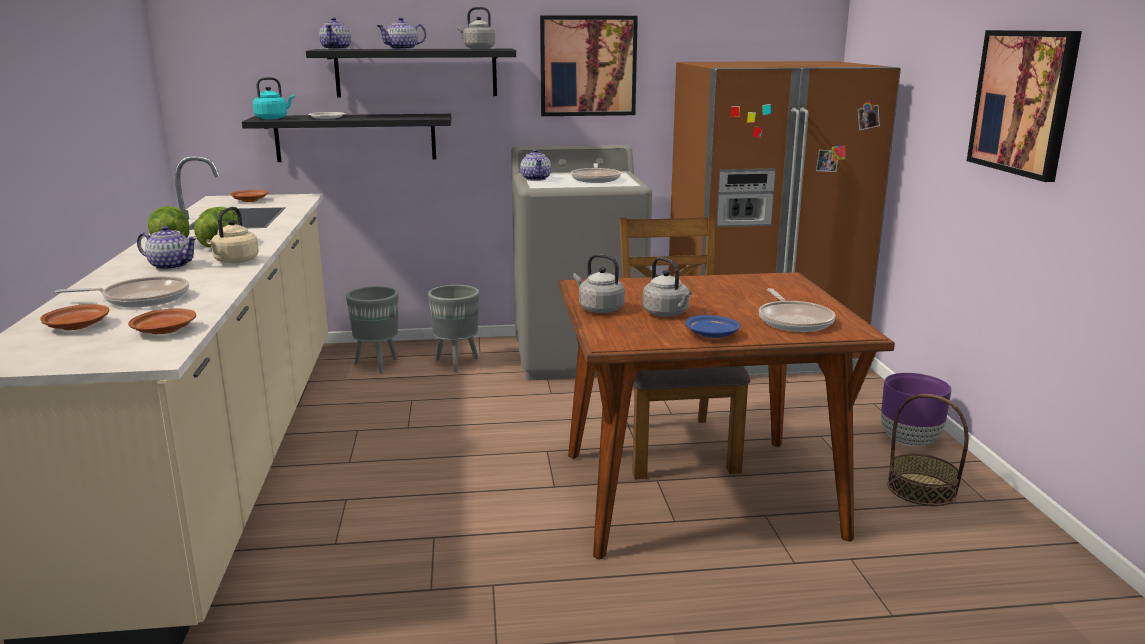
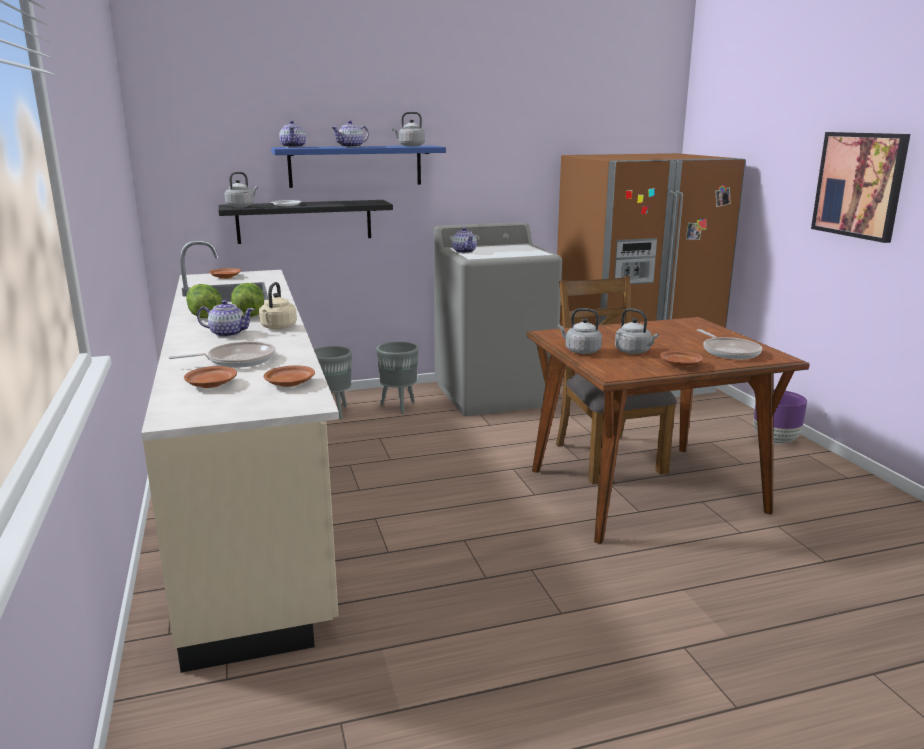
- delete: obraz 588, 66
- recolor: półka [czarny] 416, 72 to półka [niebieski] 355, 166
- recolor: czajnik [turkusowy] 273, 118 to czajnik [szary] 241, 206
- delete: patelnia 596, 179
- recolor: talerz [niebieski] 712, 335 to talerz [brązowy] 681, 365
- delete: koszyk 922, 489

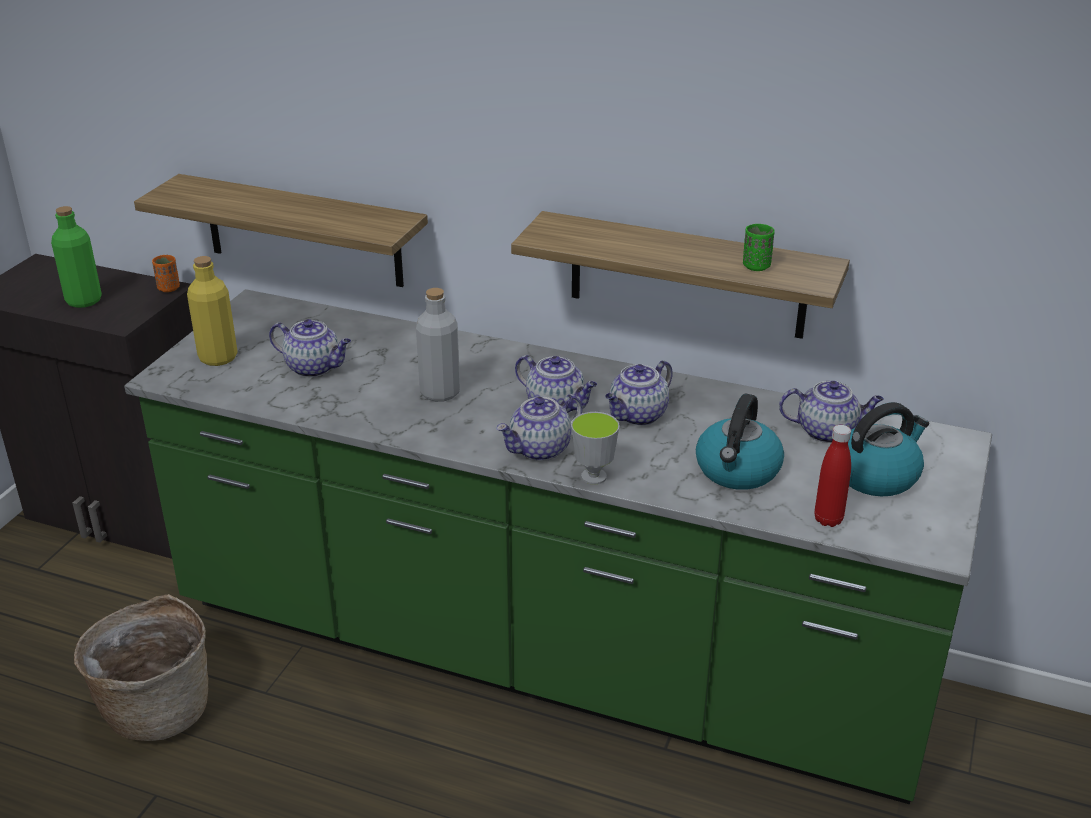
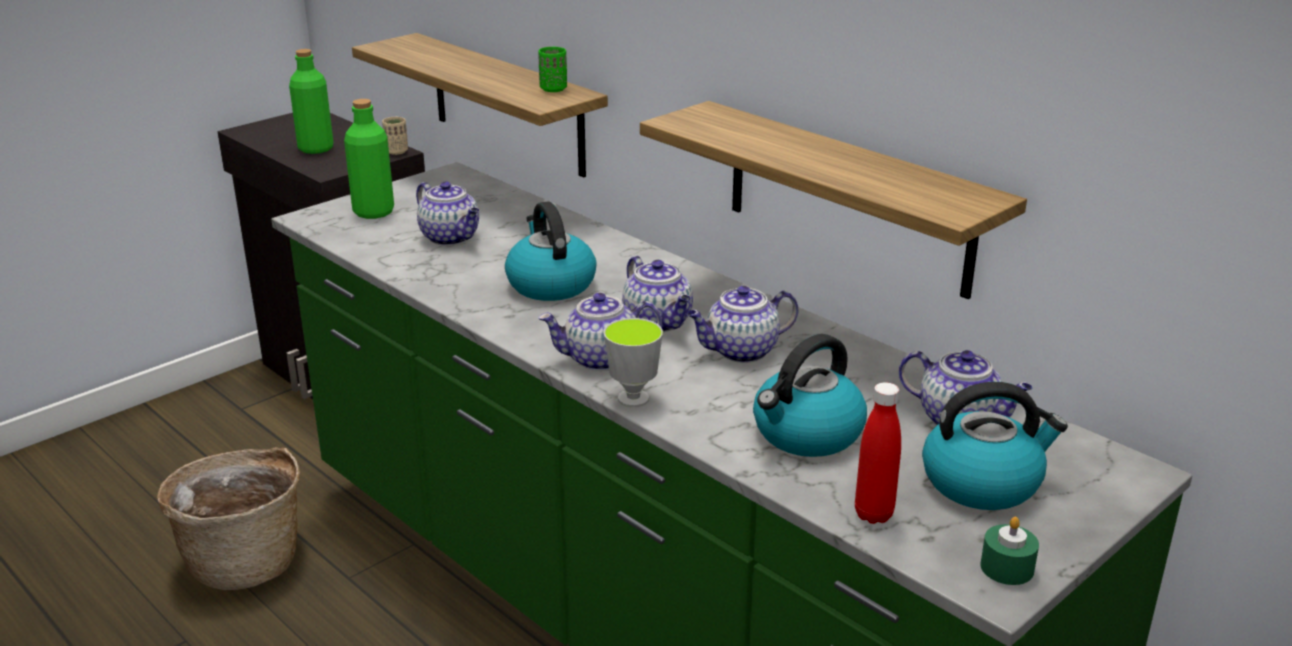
- move: filiżanka [zielony] 756, 266 to 553, 89
- recolor: filiżanka [pomarańczowy] 168, 288 to filiżanka [beżowy] 396, 151
- recolor: butelka [żółty] 218, 357 to butelka [zielony] 373, 212
- replace: butelka [szary] 440, 392 to czajnik 550, 284
- insert: świeca [zielony] 1007, 568

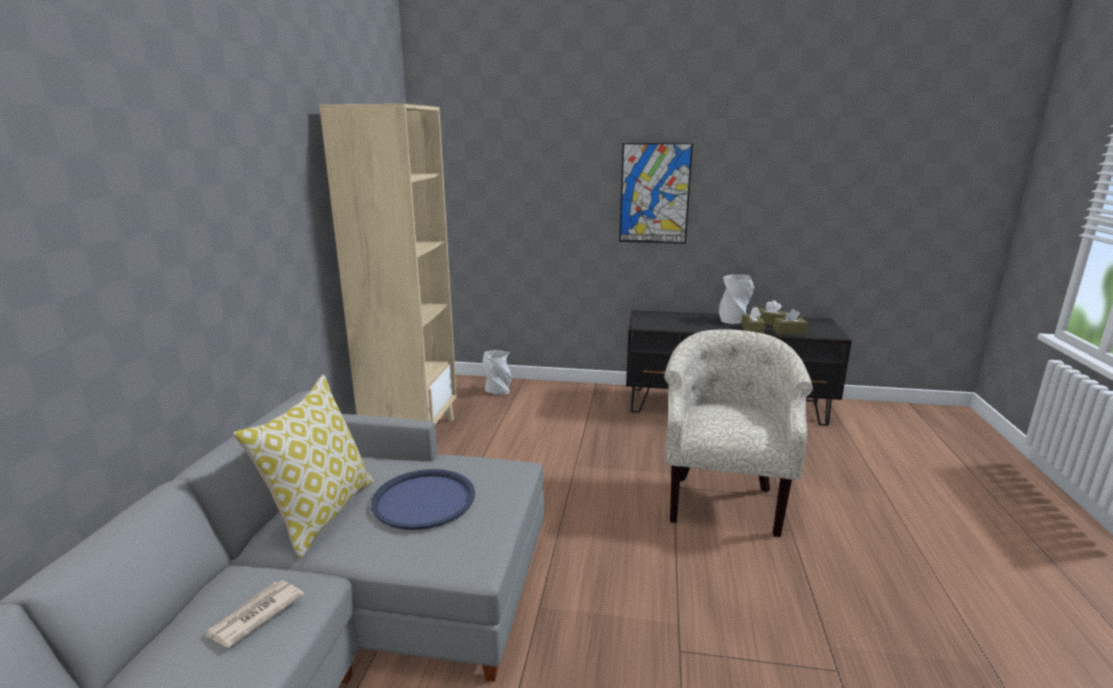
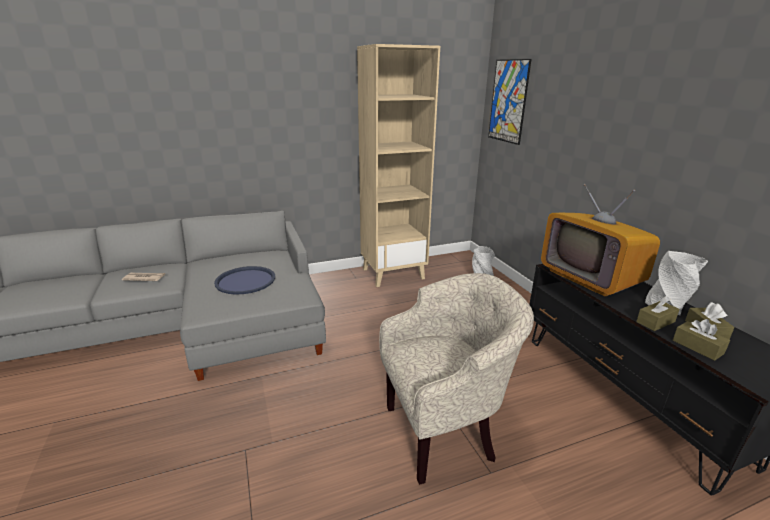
- move: obraz 654, 194 to 508, 101
- delete: poduszka 321, 513
- insert: telewizor 591, 277

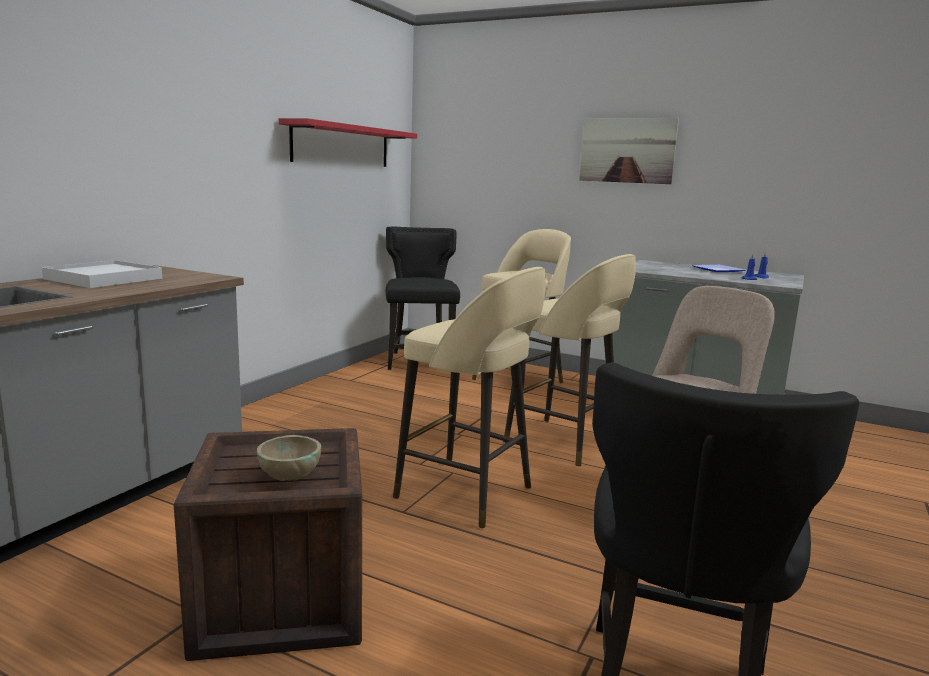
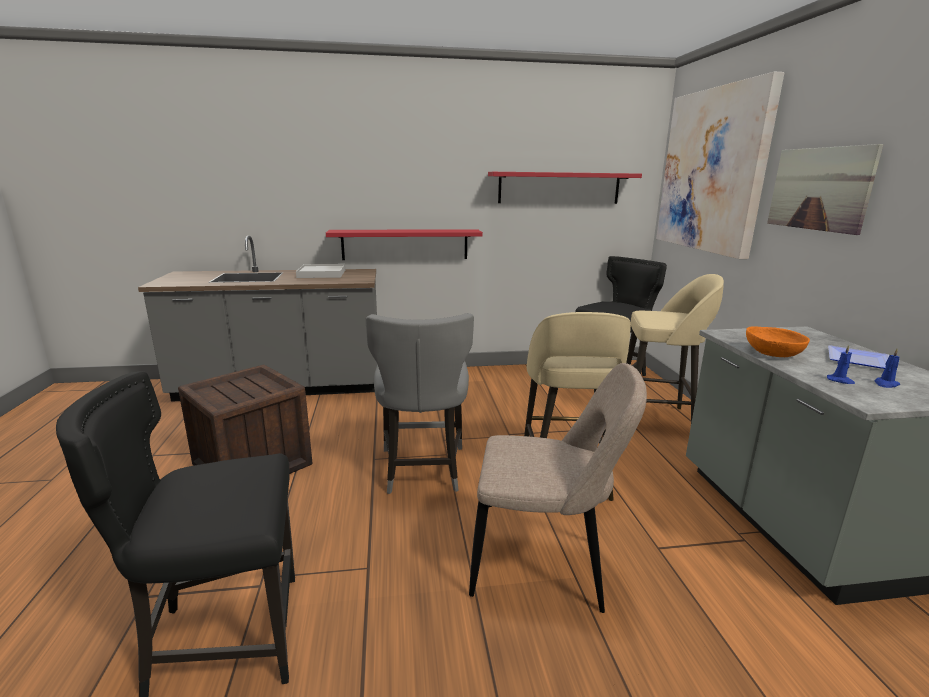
- replace: stołek [beżowy] 467, 494 to krzesło [szary] 422, 470
- delete: miska [beżowy] 289, 478
- insert: obraz 713, 171
- insert: półka [czerwony] 405, 244
- insert: miska [pomarańczowy] 772, 353

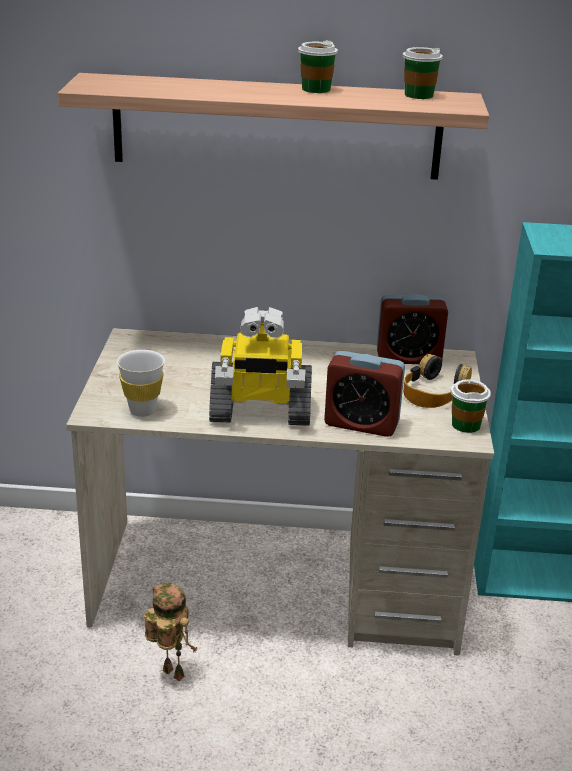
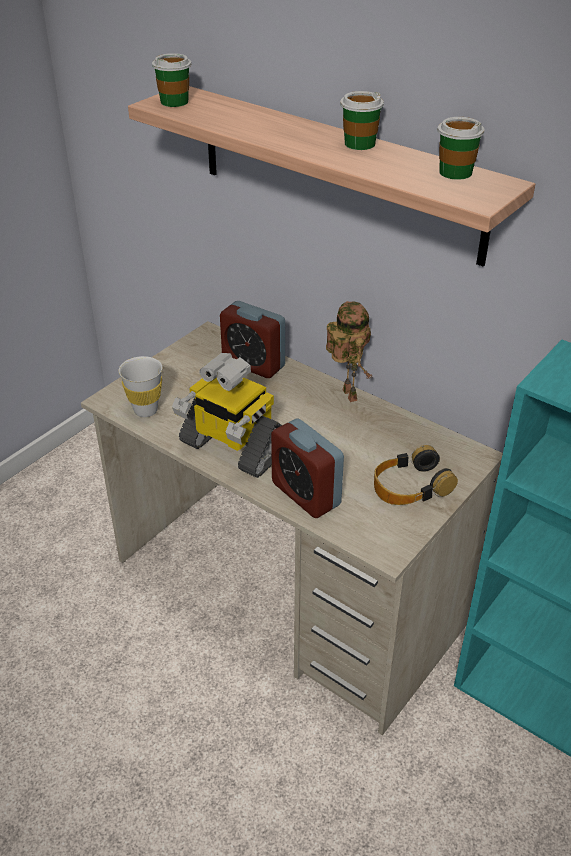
- move: budzik 408, 358 to 253, 364
- move: filiżanka 466, 425 to 174, 102
- move: robot zabawkowy 170, 674 to 346, 394

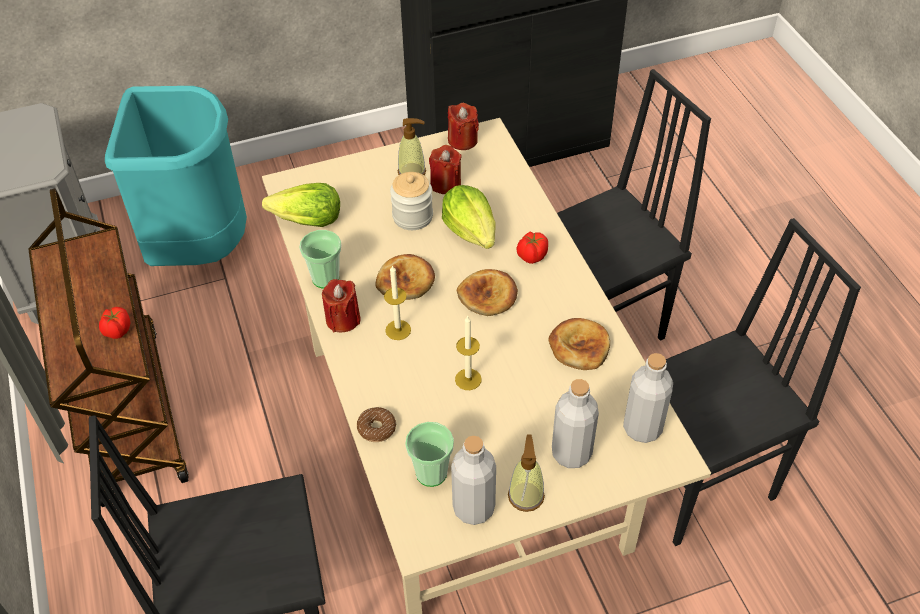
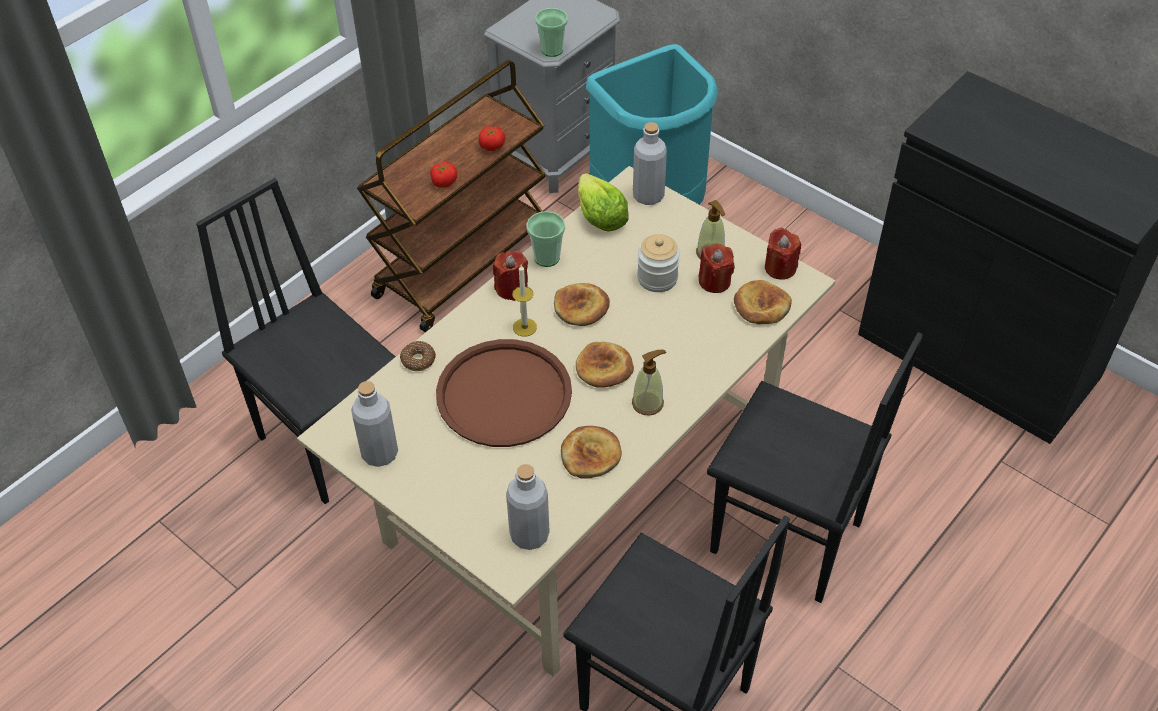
- delete: sałata 471, 231
- move: pomidor 531, 256 to 492, 146
- replace: świeca 468, 379 to taca [brązowy] 503, 394
- move: butelka [szary] 571, 453 to 648, 196
- move: filiżanka 431, 473 to 552, 50
- move: dozownik mydła 526, 496 to 648, 403
- insert: chleb 761, 306

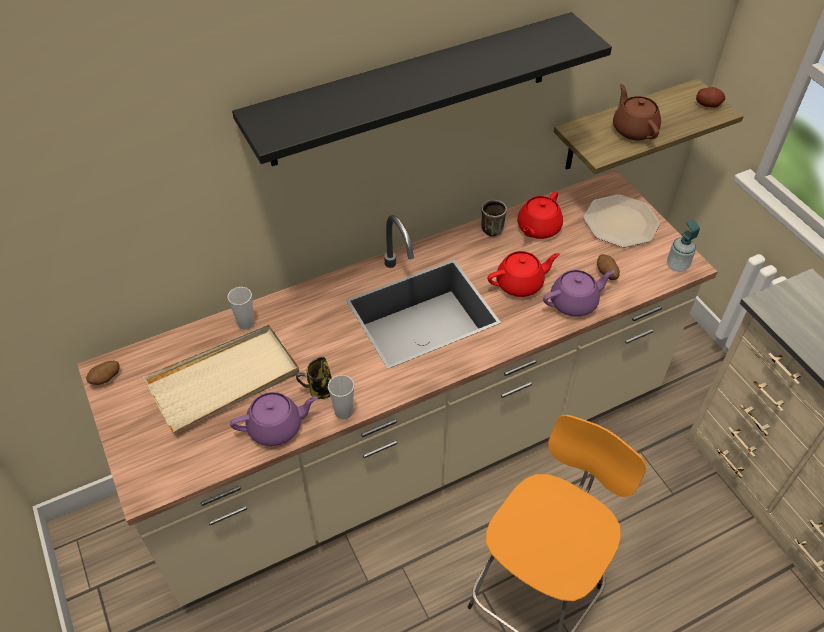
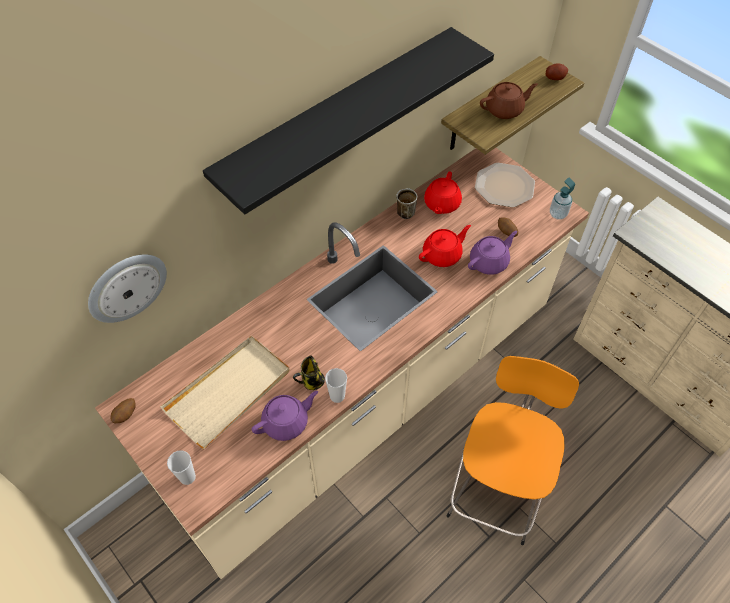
- rotate: imbryk [brązowy] 634, 129 = 505, 110 105 degrees clockwise
- move: filiżanka 246, 323 to 187, 477
- insert: zegar ścienny 126, 287

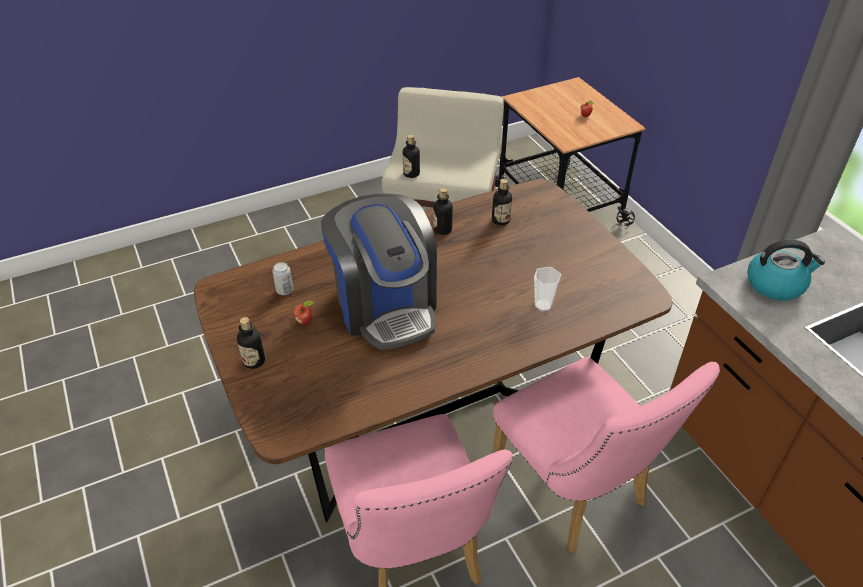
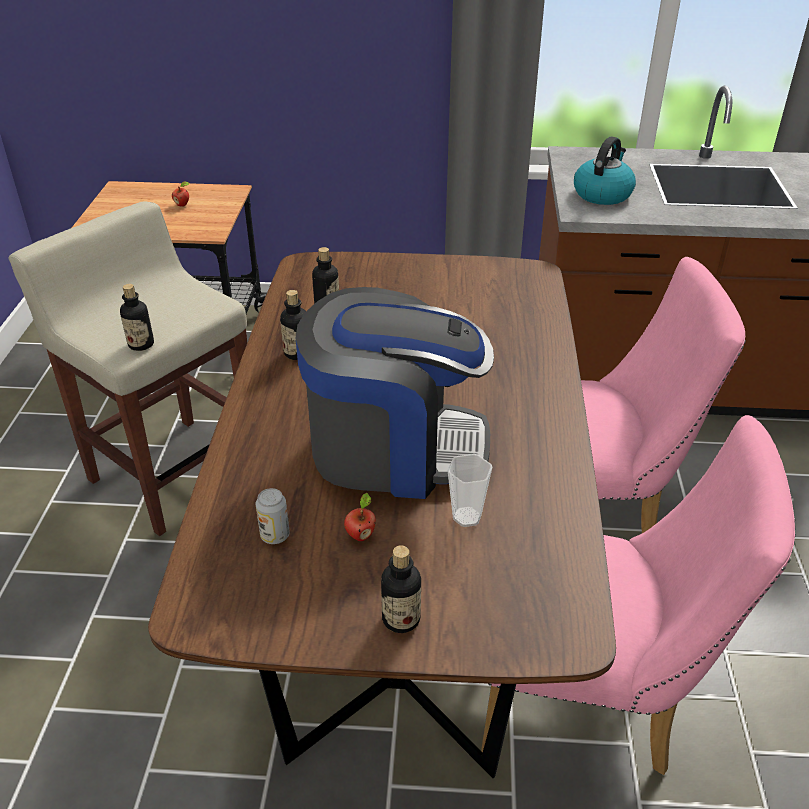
- move: filiżanka 543, 305 to 467, 517

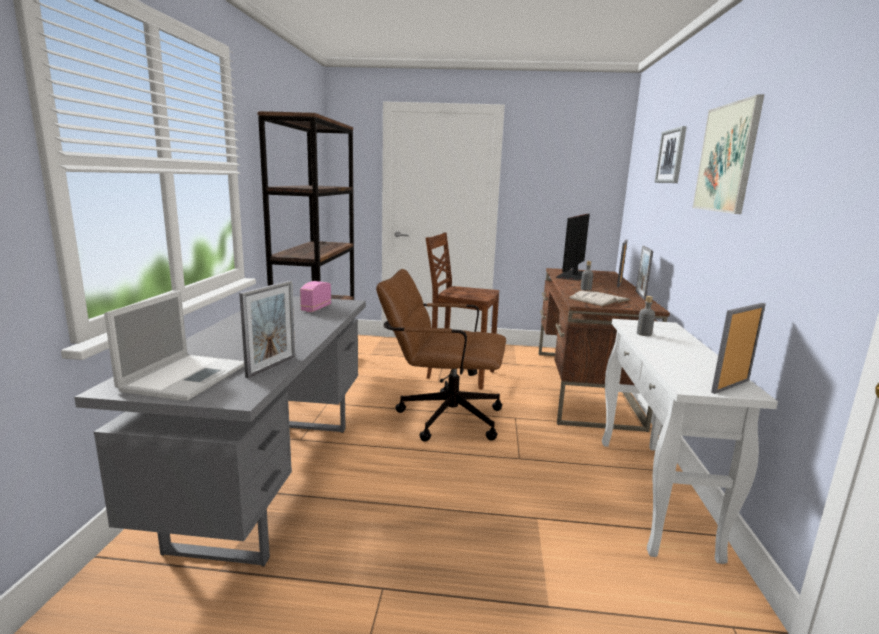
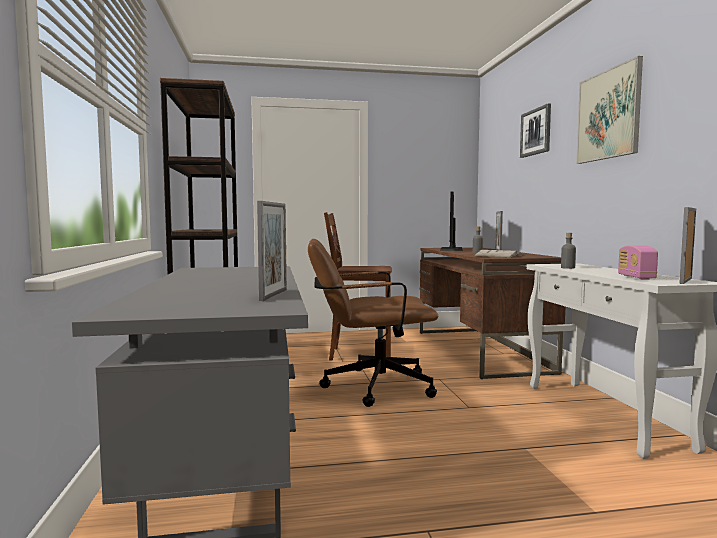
- delete: ramka na zdjęcie 640, 295
- move: radio 316, 308 to 636, 277
- delete: laptop 186, 376

